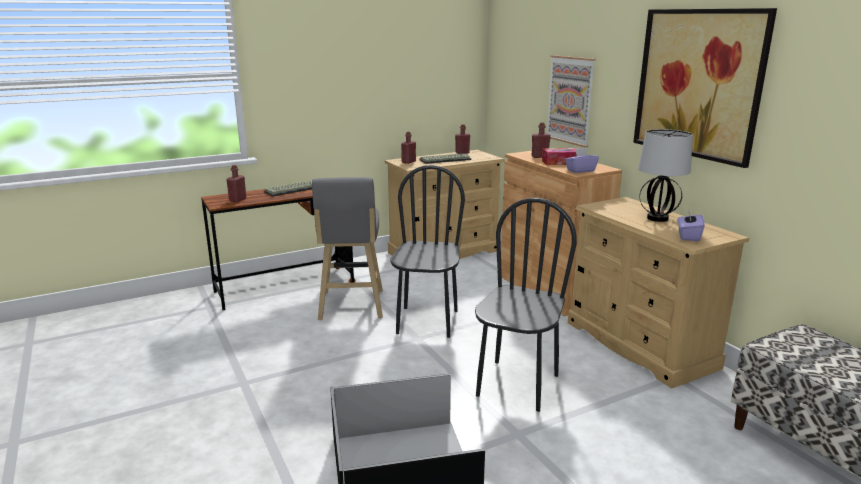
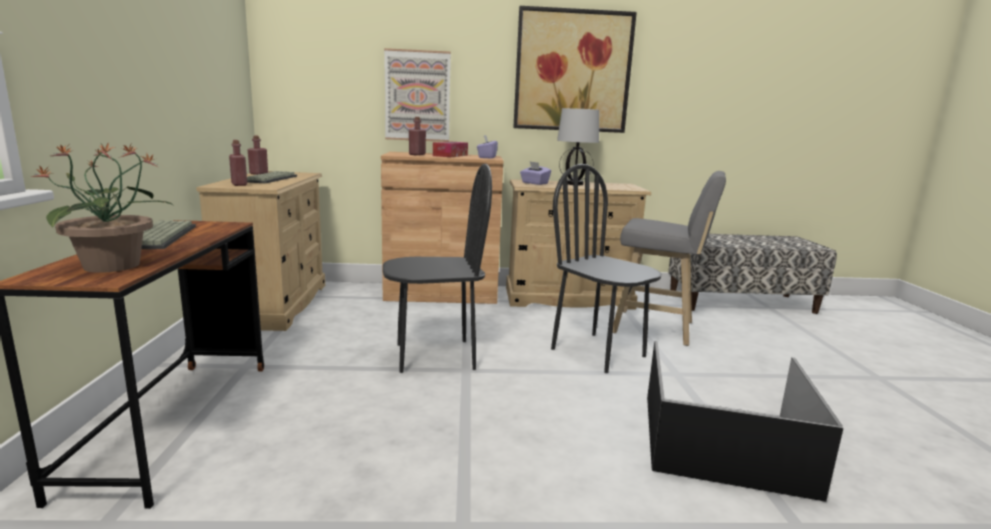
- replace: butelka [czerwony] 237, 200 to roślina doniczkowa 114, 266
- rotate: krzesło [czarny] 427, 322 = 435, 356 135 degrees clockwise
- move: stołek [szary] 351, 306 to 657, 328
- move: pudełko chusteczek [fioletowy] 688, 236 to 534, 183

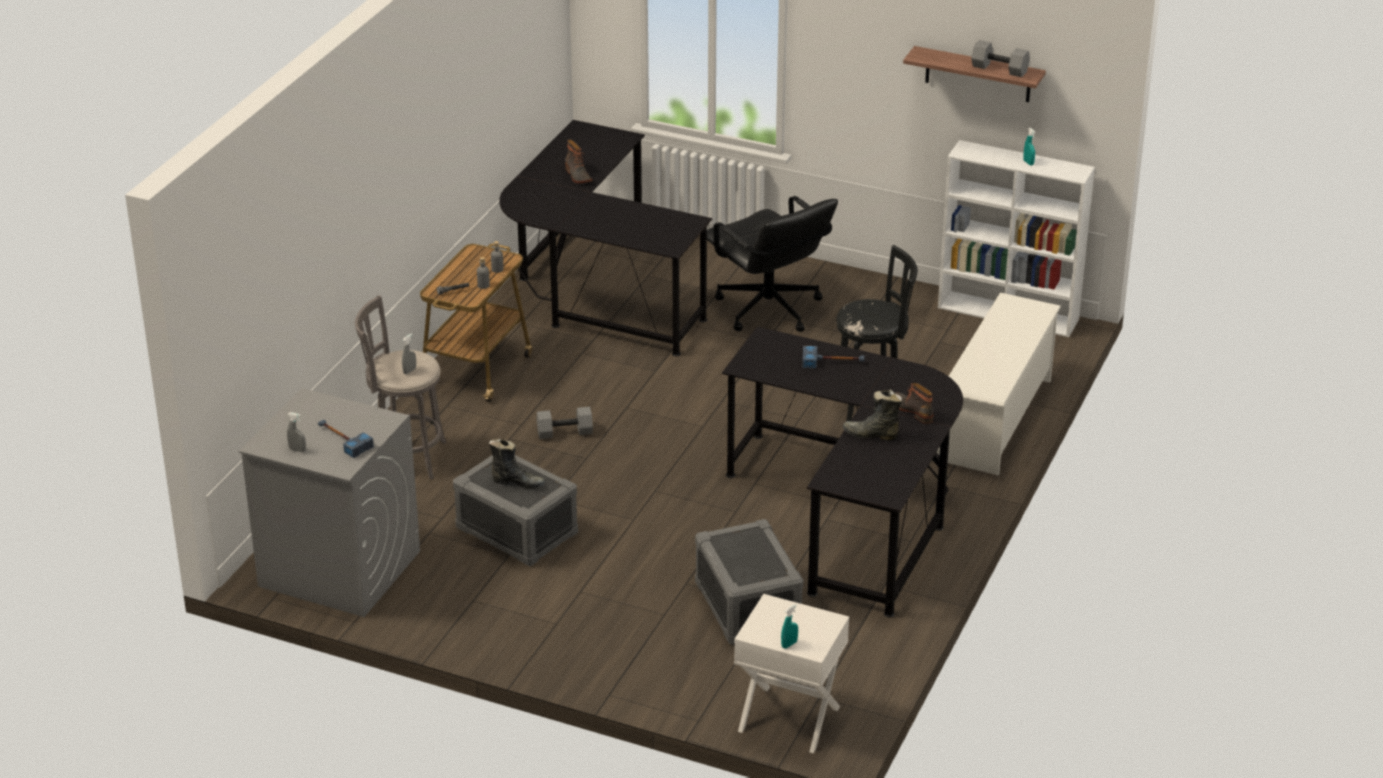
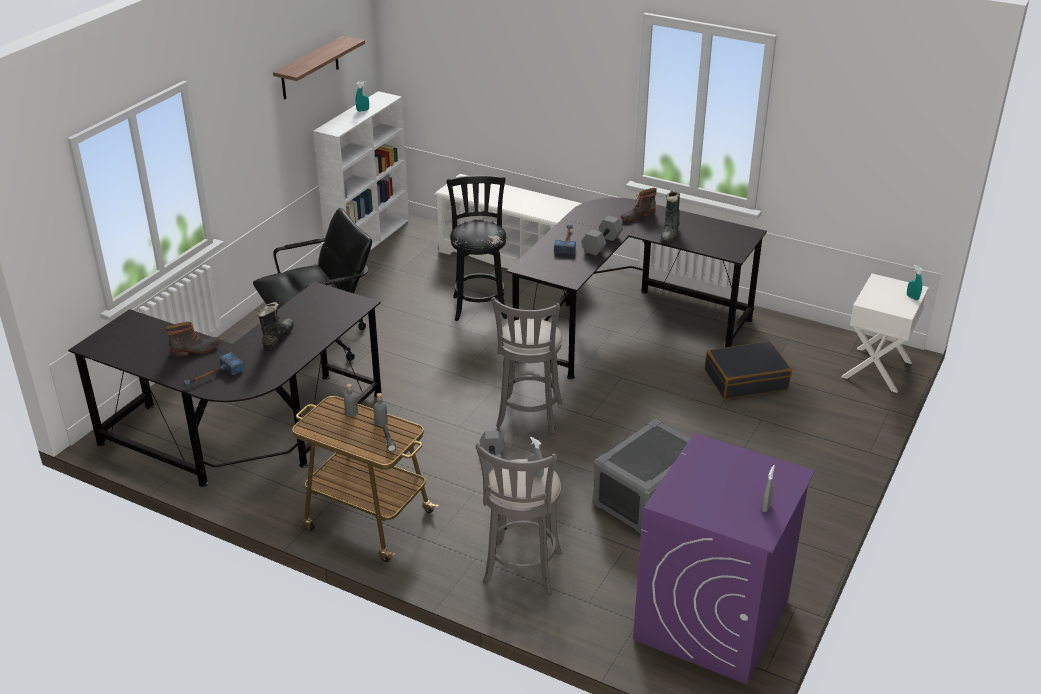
- move: hantel [szary] 998, 69 to 602, 244
- recolor: pralka [szary] 338, 568 to pralka [fioletowy] 712, 620
- move: młotek 342, 440 to 212, 376
- move: but z cholewką [czarny] 517, 482 to 277, 338
- replace: pojemnik do przechowywania [szary] 746, 606 to walizka [czarny] 746, 379
- insert: stołek [szary] 528, 417

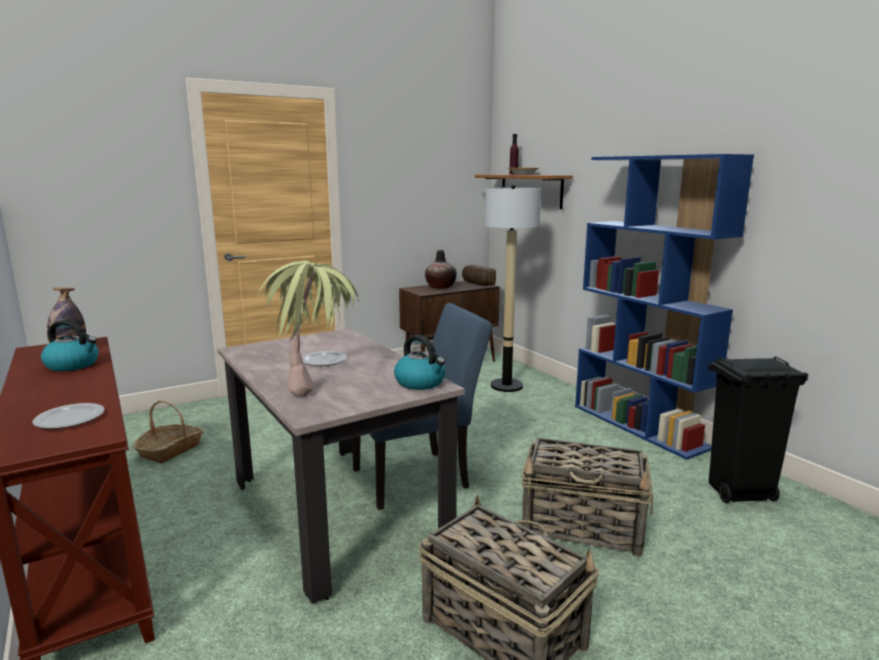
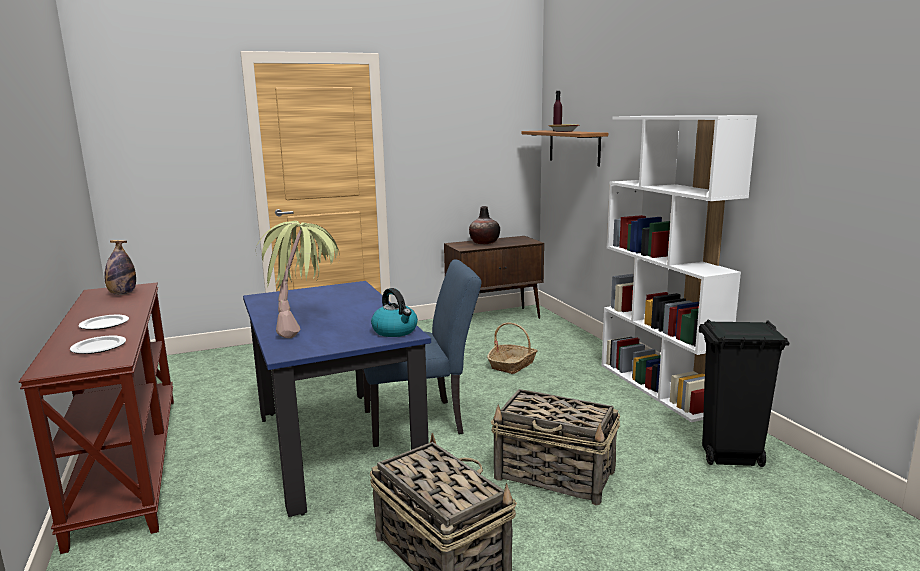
- recolor: regał [niebieski] 640, 426 to regał [biały] 659, 388
- delete: lampa stojąca 507, 386
- delete: chleb 477, 284
- delete: czajnik 73, 365
- recolor: stół jadalny [beżowy] 336, 512 to stół jadalny [niebieski] 336, 446
- move: talerz 323, 361 to 104, 324
- move: koszyk 170, 450 to 512, 365

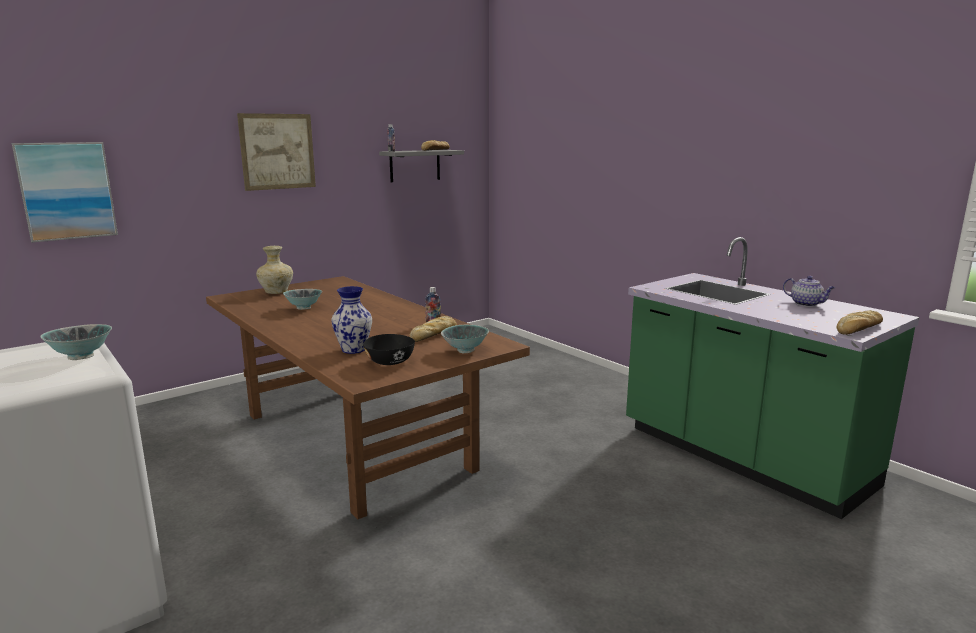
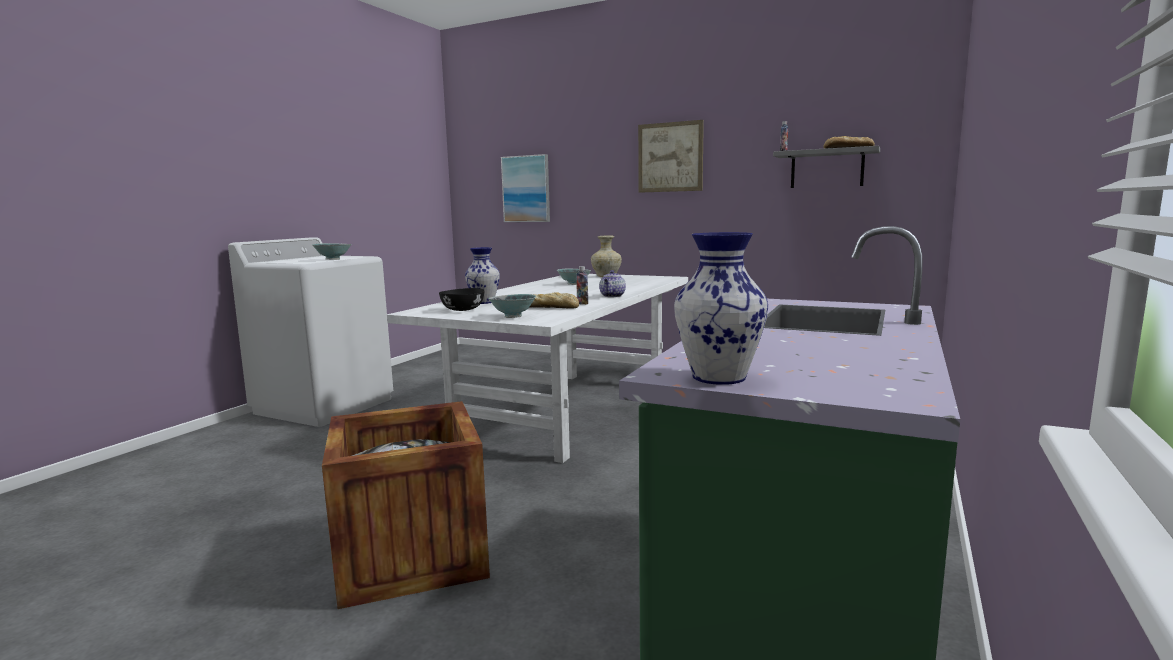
- recolor: stół jadalny [brązowy] 356, 441 to stół jadalny [biały] 567, 411
- move: imbryk 806, 304 to 612, 296
- replace: chleb 858, 329 to wazon 717, 377
- insert: skrzynka 412, 555

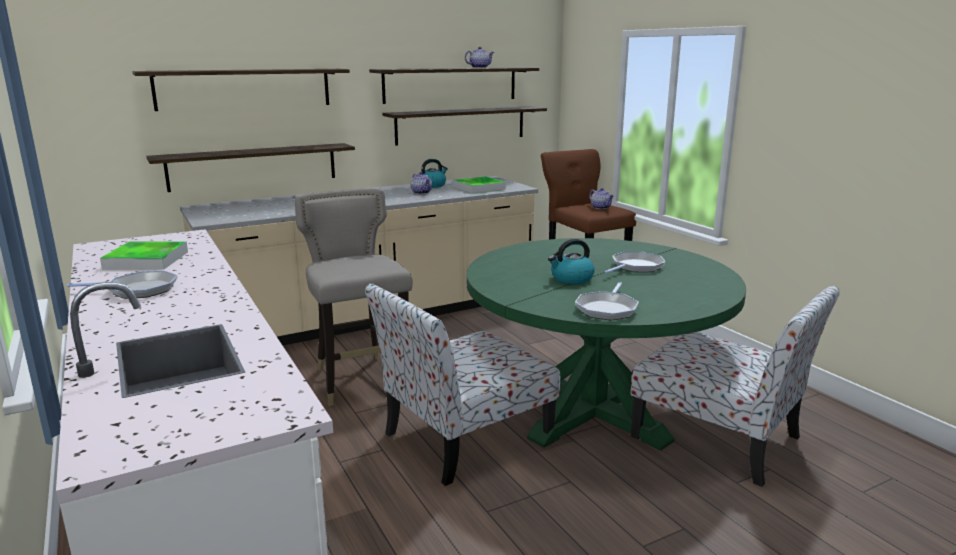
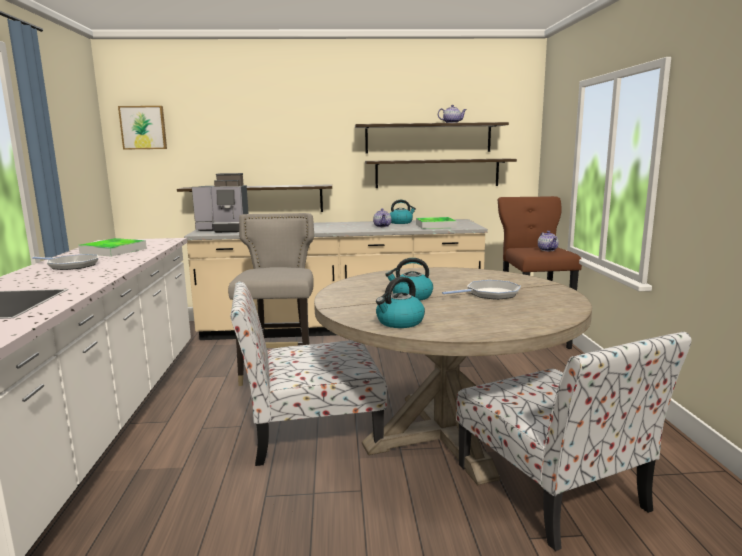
- delete: półka 244, 88
- recolor: stół jadalny [zielony] 593, 411 to stół jadalny [beżowy] 445, 434
- replace: patelnia 607, 309 to czajnik 399, 322
- insert: obraz 143, 127
- insert: ekspres do kawy 224, 229

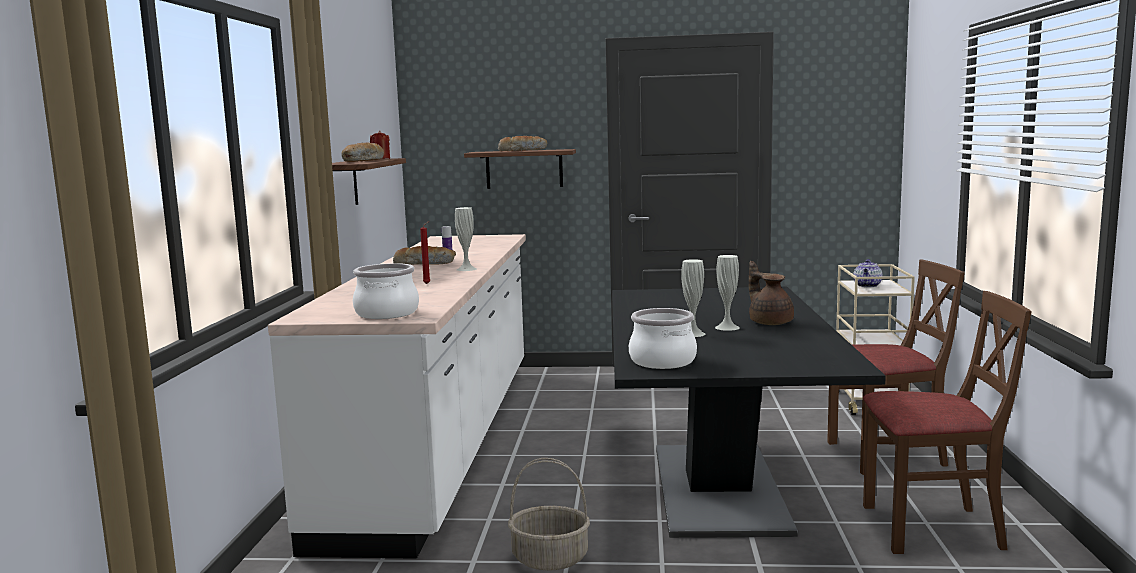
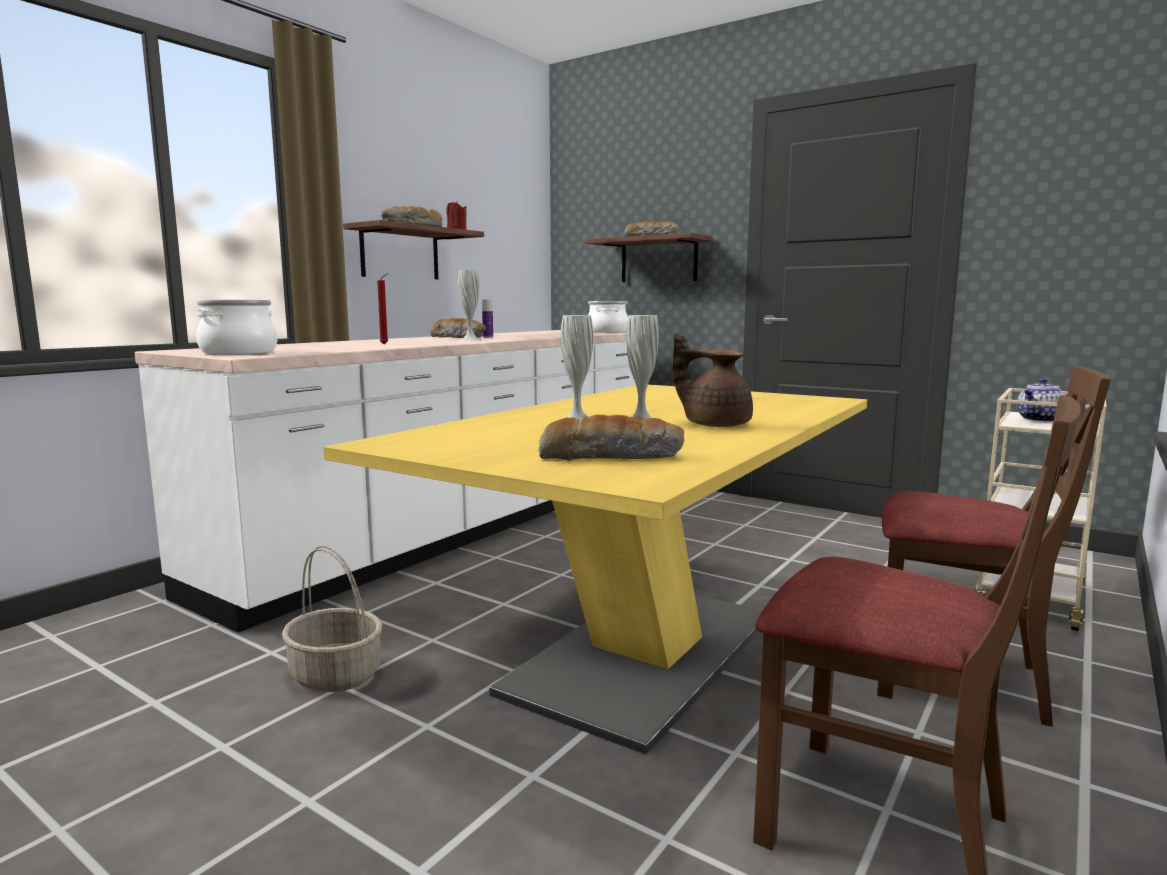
- rotate: imbryk [brązowy] 770, 322 = 714, 424 60 degrees counterclockwise
- recolor: stół jadalny [czarny] 718, 488 to stół jadalny [żółty] 644, 653
- move: garnek 663, 361 to 608, 332
- insert: chleb 611, 456

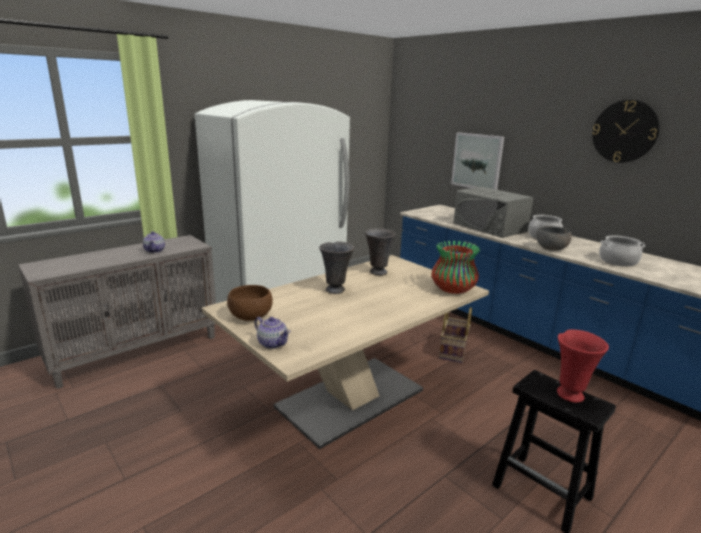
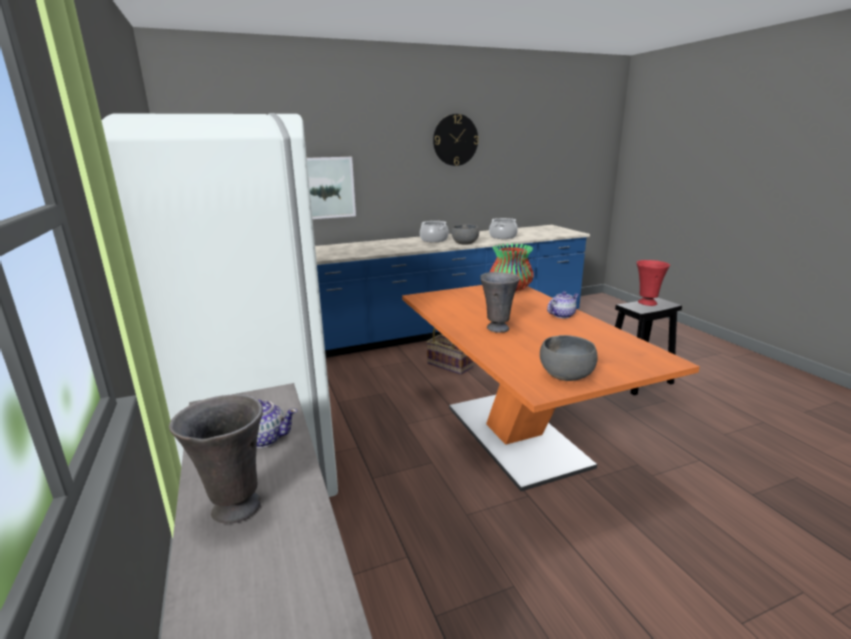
- delete: mikrofalówka [szary] 489, 227
- move: wazon [szary] 377, 272 to 234, 509
- recolor: stół jadalny [beżowy] 350, 398 to stół jadalny [pomarańczowy] 515, 435
- recolor: miska [brązowy] 251, 316 to miska [szary] 566, 375
- move: imbryk 272, 343 to 561, 315

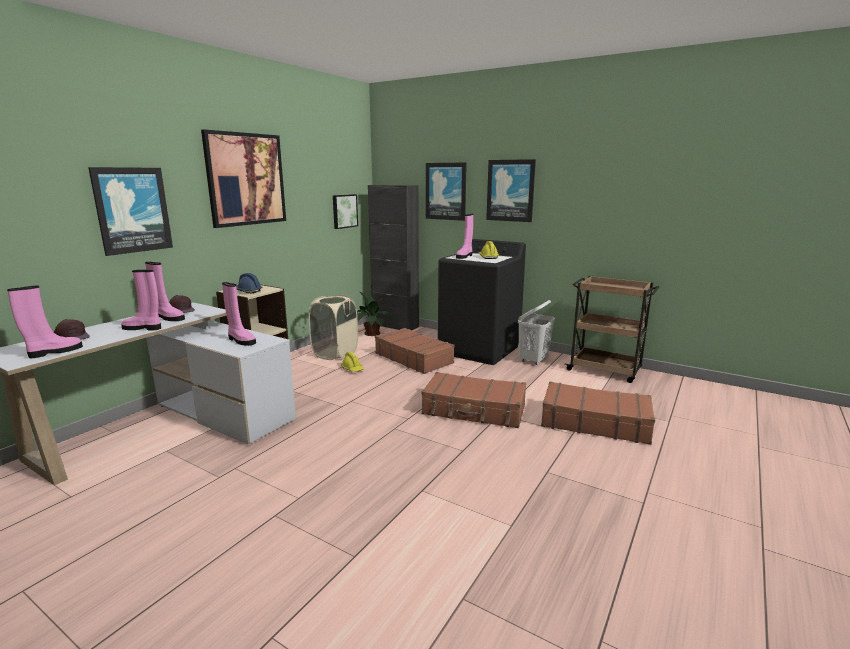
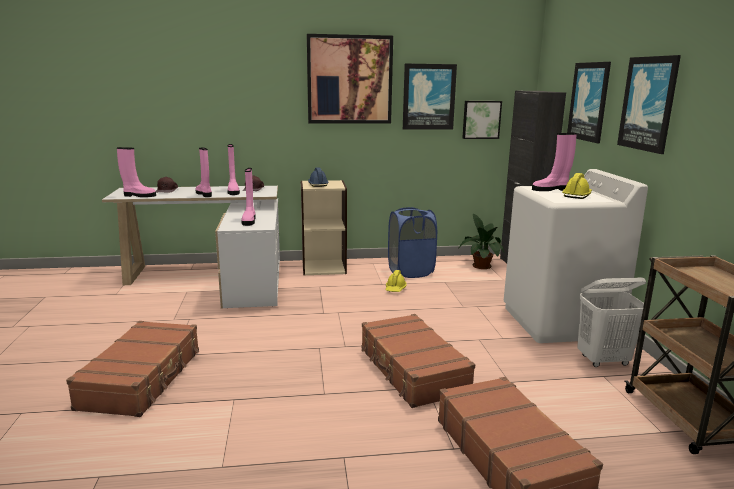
- move: obraz 132, 210 to 428, 97
- recolor: pralka [czarny] 479, 350 to pralka [biały] 560, 322
- recolor: kosz na pranie [beżowy] 335, 353 to kosz na pranie [niebieski] 410, 271
- move: walizka [brązowy] 414, 358 to 143, 378

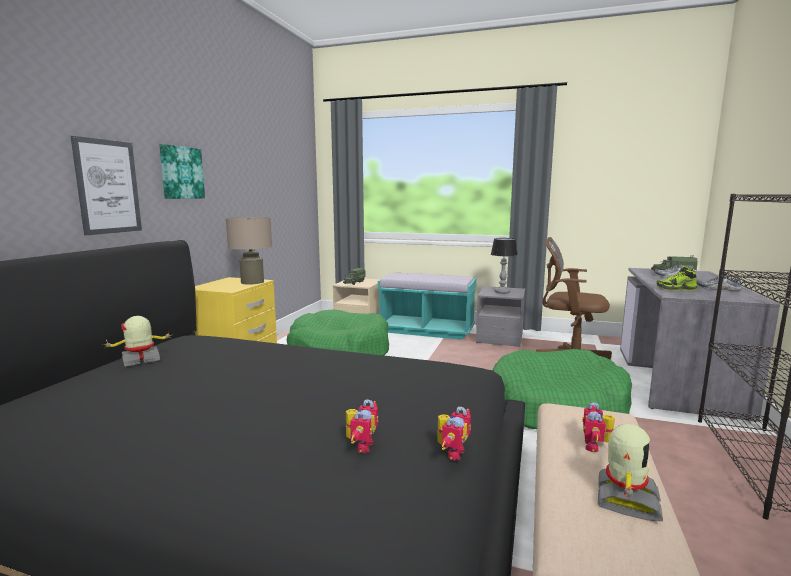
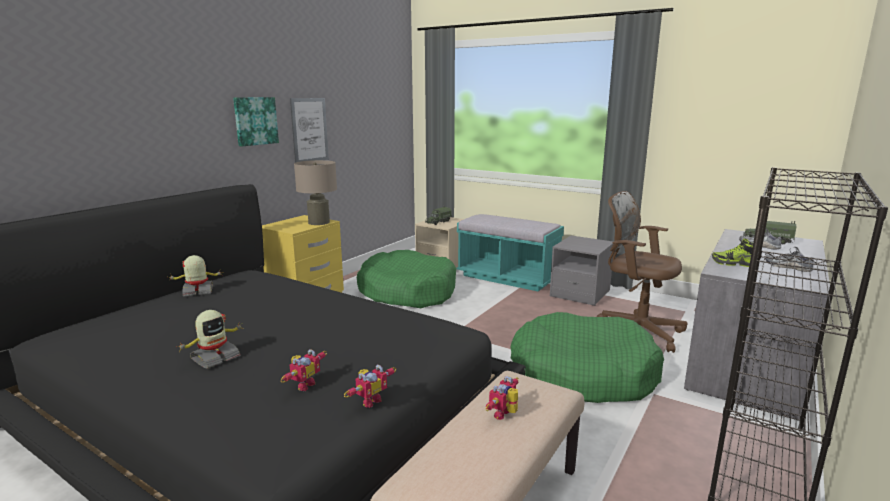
- move: obraz 108, 187 to 309, 130
- delete: lampa stołowa 502, 292
- move: robot zabawkowy 625, 499 to 214, 357

